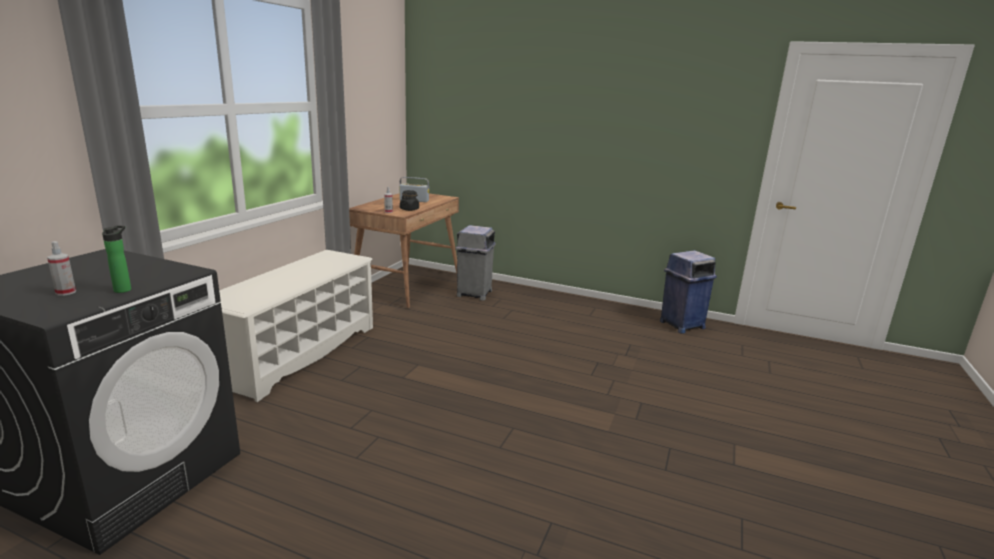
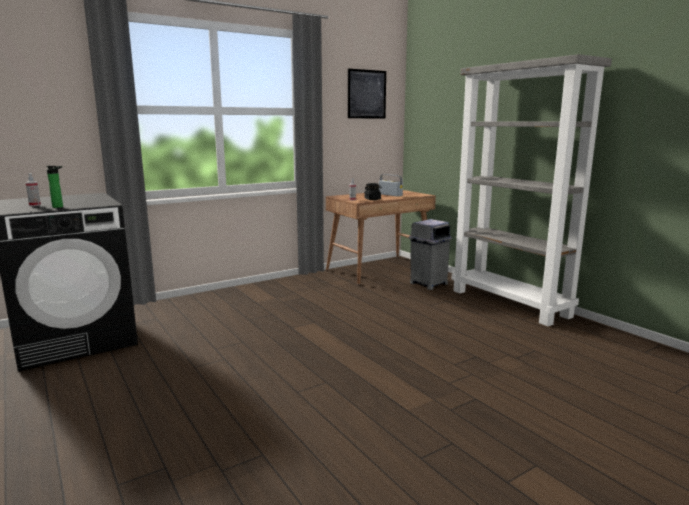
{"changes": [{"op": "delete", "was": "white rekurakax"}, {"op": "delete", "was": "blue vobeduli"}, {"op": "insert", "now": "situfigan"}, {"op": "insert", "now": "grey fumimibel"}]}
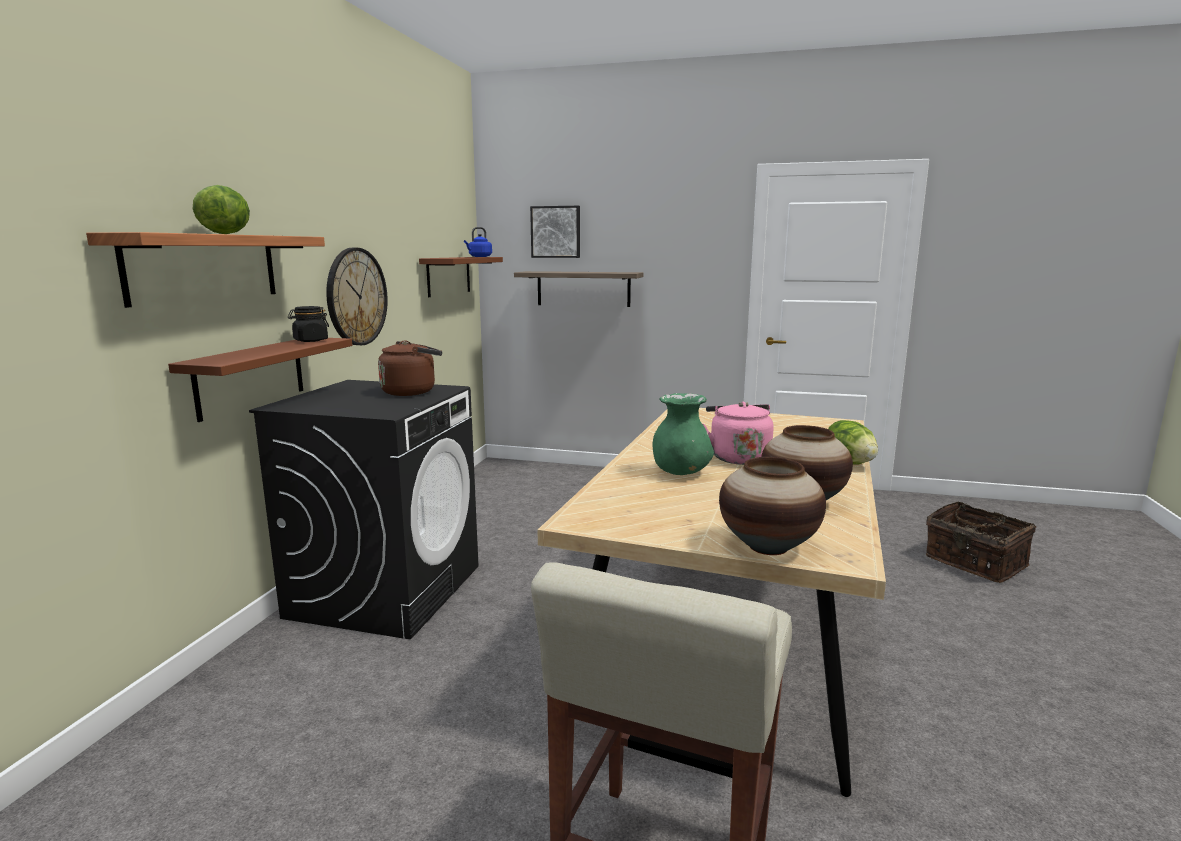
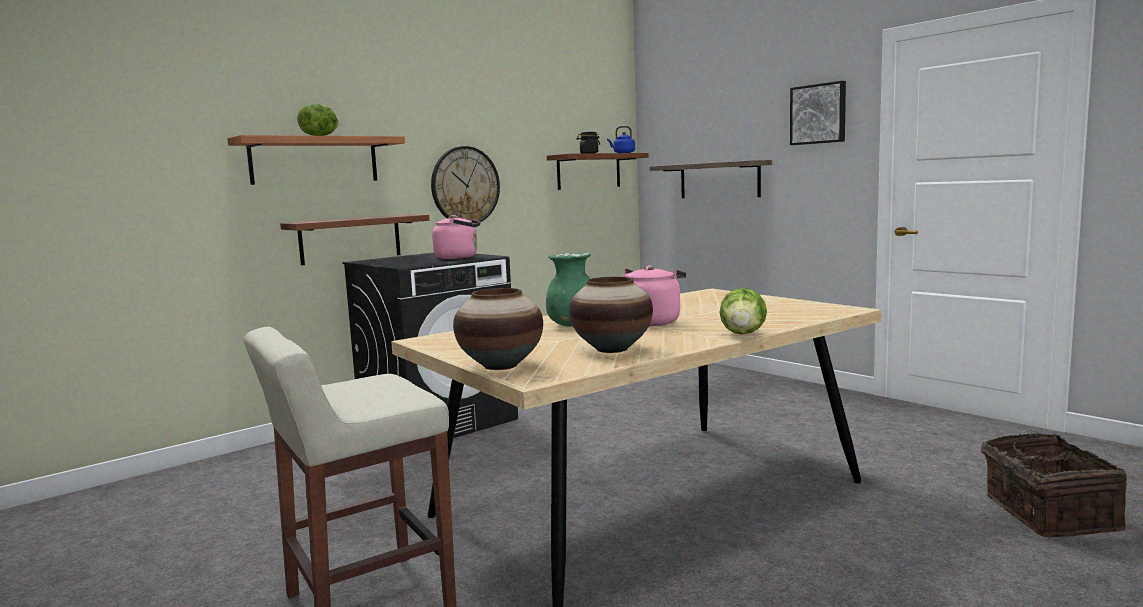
{"changes": [{"op": "move", "was": "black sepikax"}, {"op": "move", "was": "situfigan"}, {"op": "recolor", "was": "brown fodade", "now": "pink fodade (1st from left)"}]}
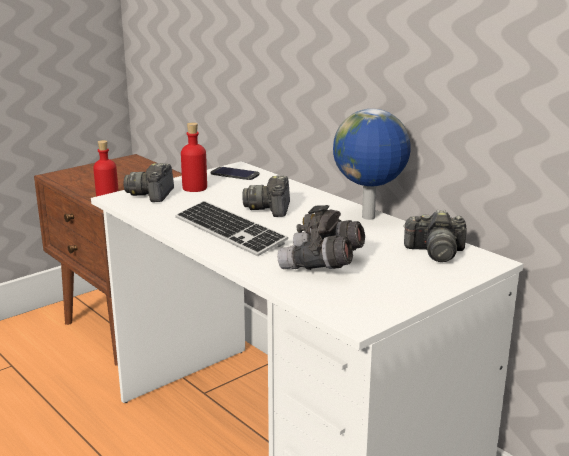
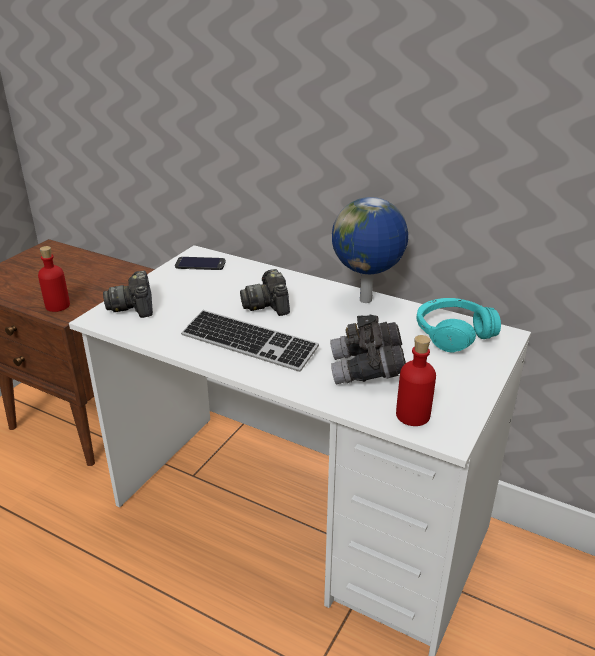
{"changes": [{"op": "move", "was": "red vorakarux (2nd from left)"}, {"op": "replace", "was": "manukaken (3rd from left)", "now": "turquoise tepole"}]}
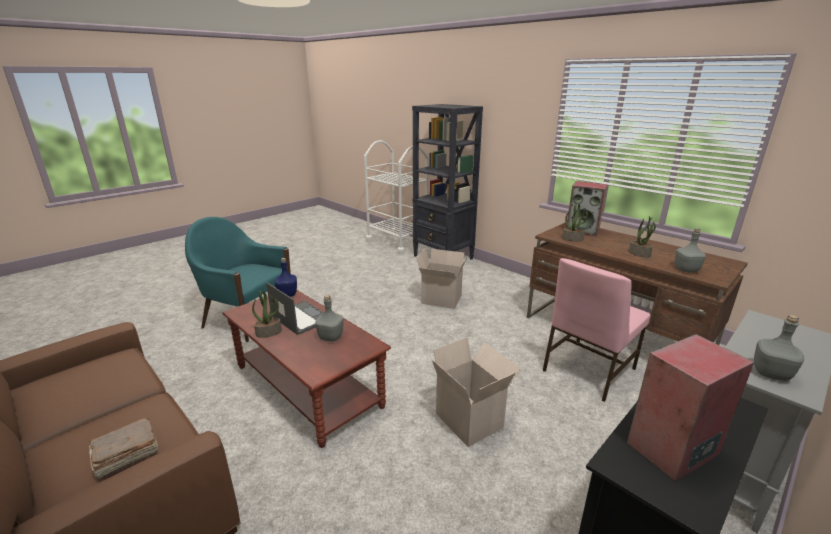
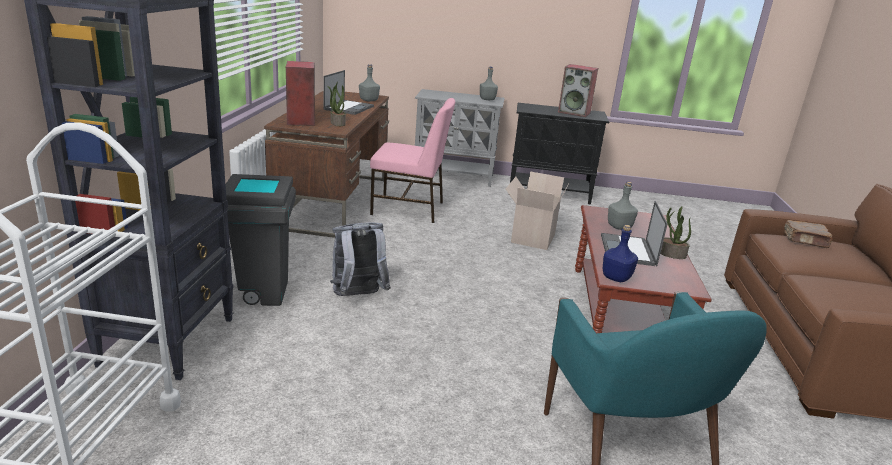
{"changes": [{"op": "insert", "now": "grey vobeduli"}, {"op": "replace", "was": "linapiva (1st from left)", "now": "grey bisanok"}, {"op": "replace", "was": "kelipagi (3rd from left)", "now": "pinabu (1st from left)"}]}
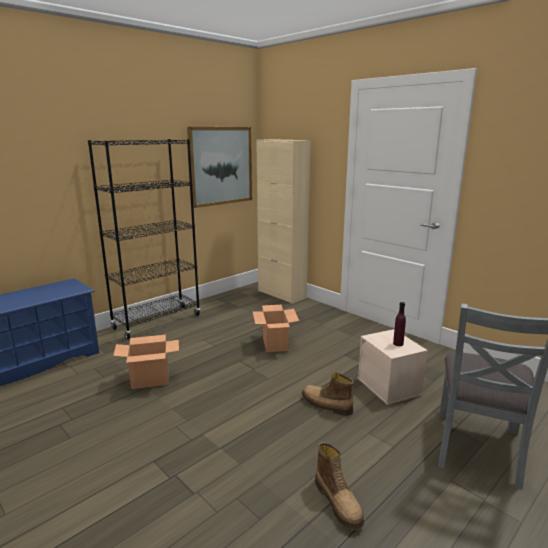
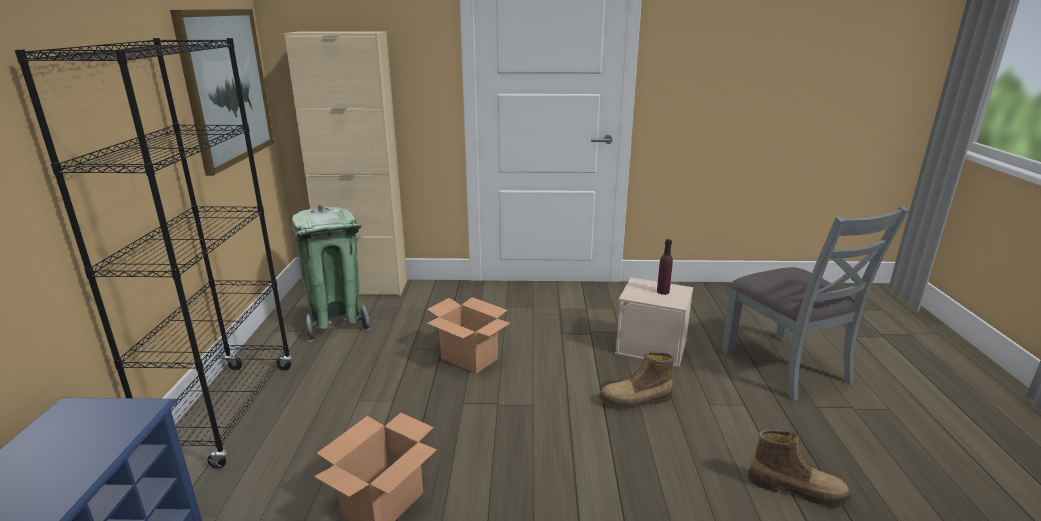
{"changes": [{"op": "insert", "now": "green vobeduli"}]}
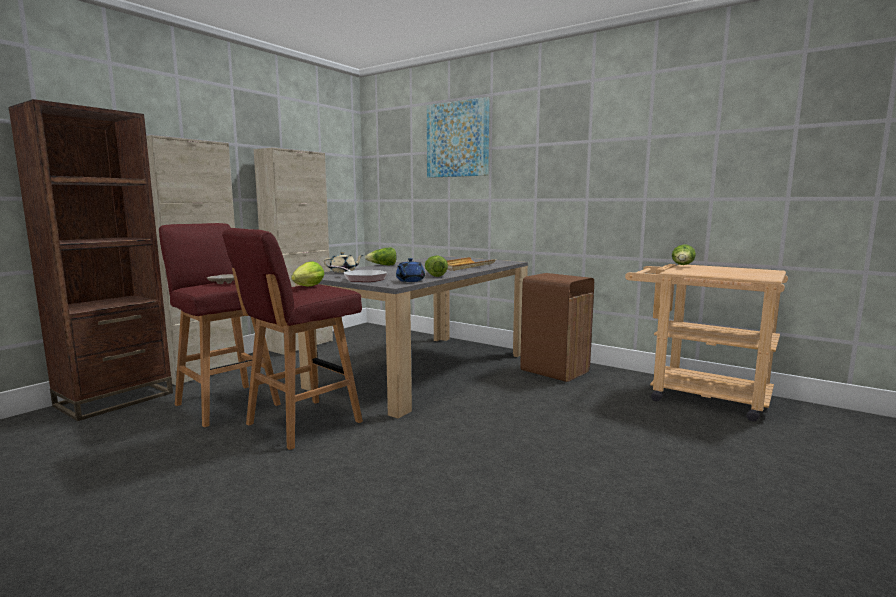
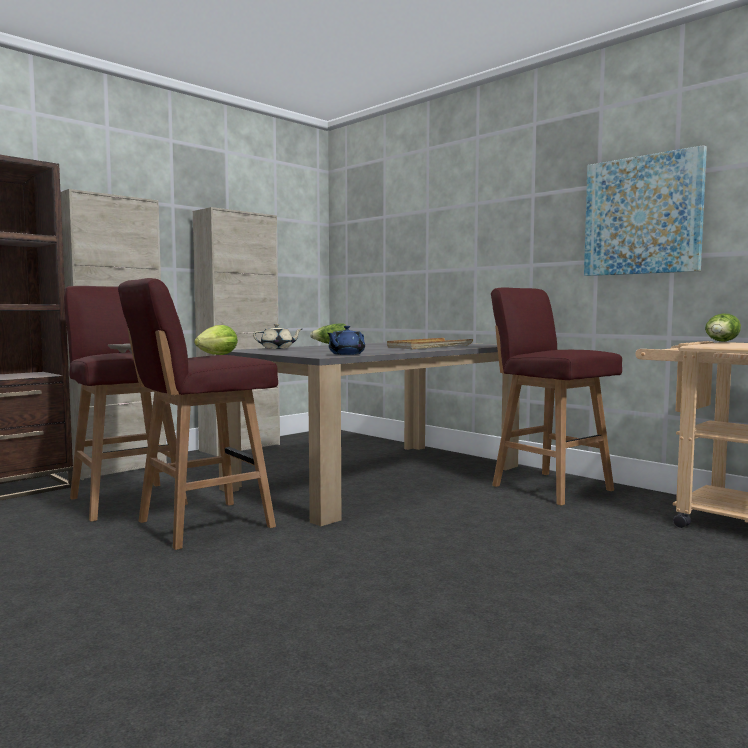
{"changes": [{"op": "delete", "was": "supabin"}, {"op": "delete", "was": "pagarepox (3rd from left)"}, {"op": "move", "was": "situfigan"}, {"op": "replace", "was": "brown vobeduli", "now": "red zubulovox (3rd from left)"}]}
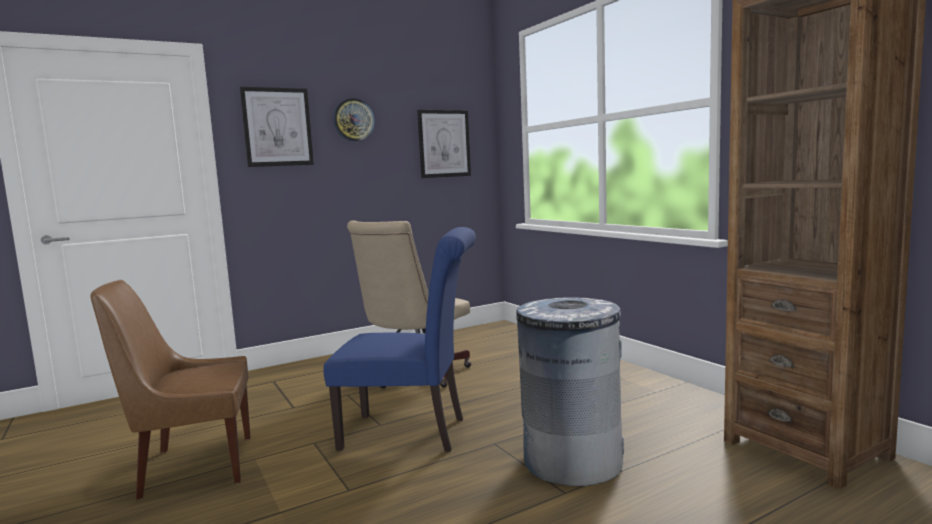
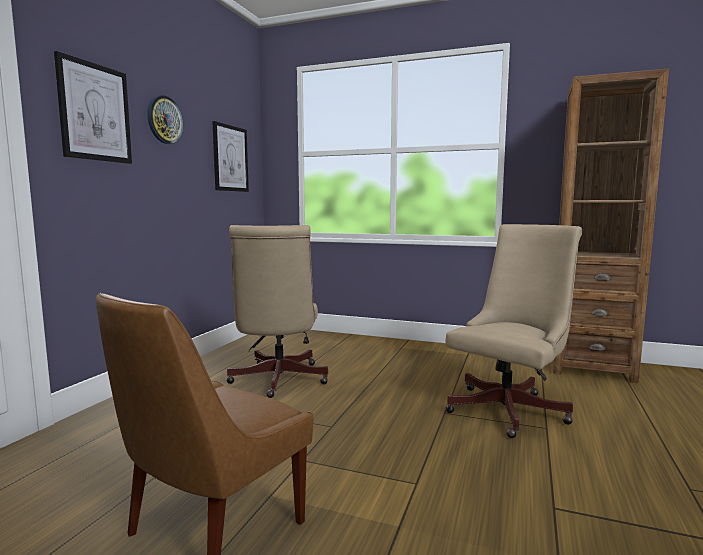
{"changes": [{"op": "delete", "was": "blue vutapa"}, {"op": "replace", "was": "grey vobeduli", "now": "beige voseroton (2nd from left)"}]}
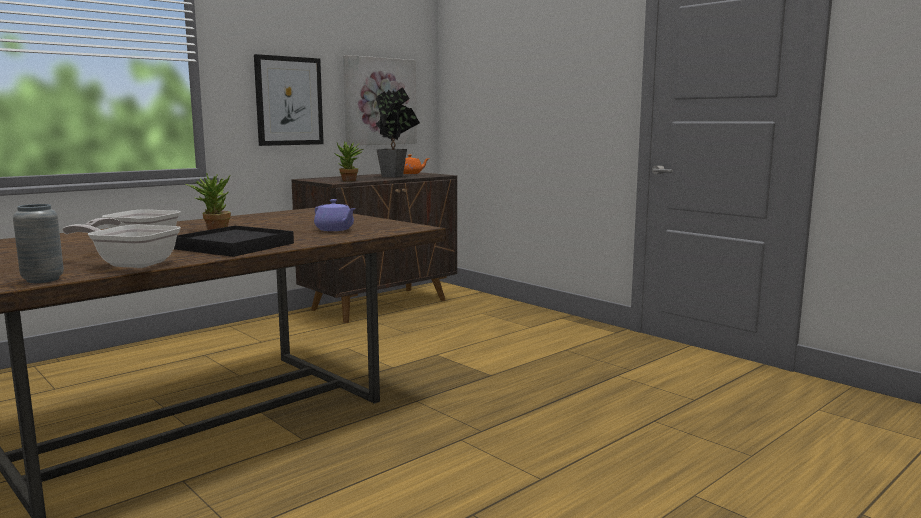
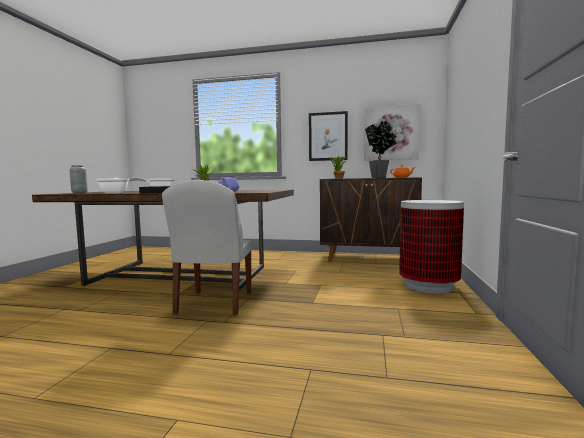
{"changes": [{"op": "insert", "now": "white vutapa"}, {"op": "insert", "now": "vobeduli"}]}
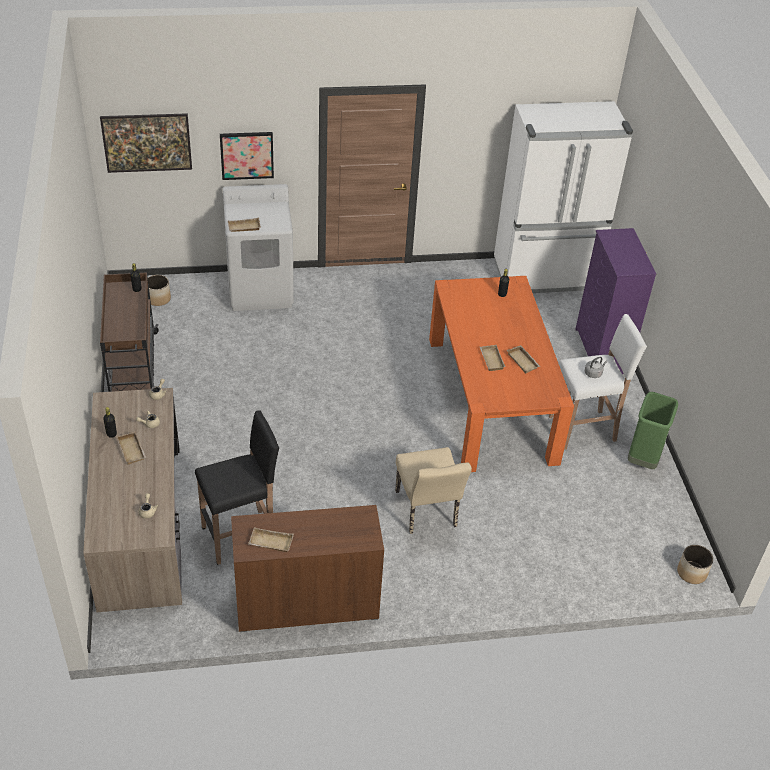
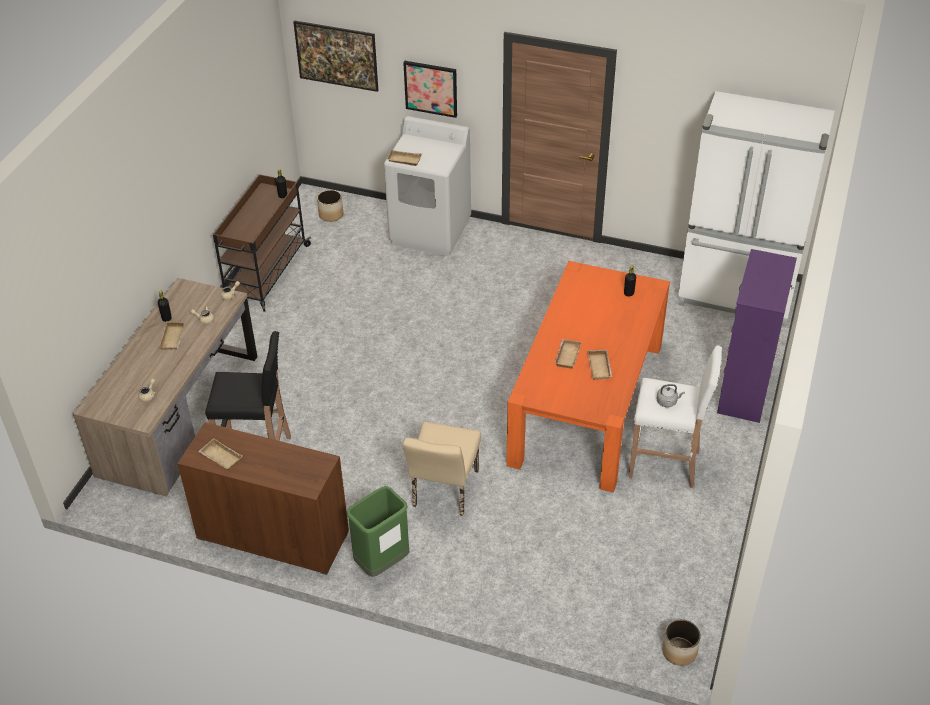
{"changes": [{"op": "move", "was": "green vobeduli"}]}
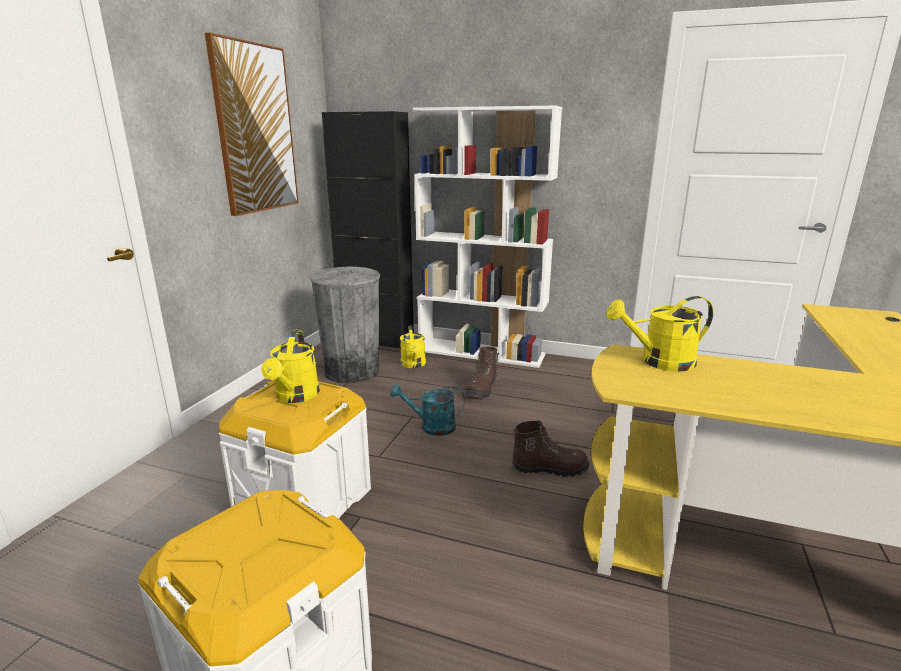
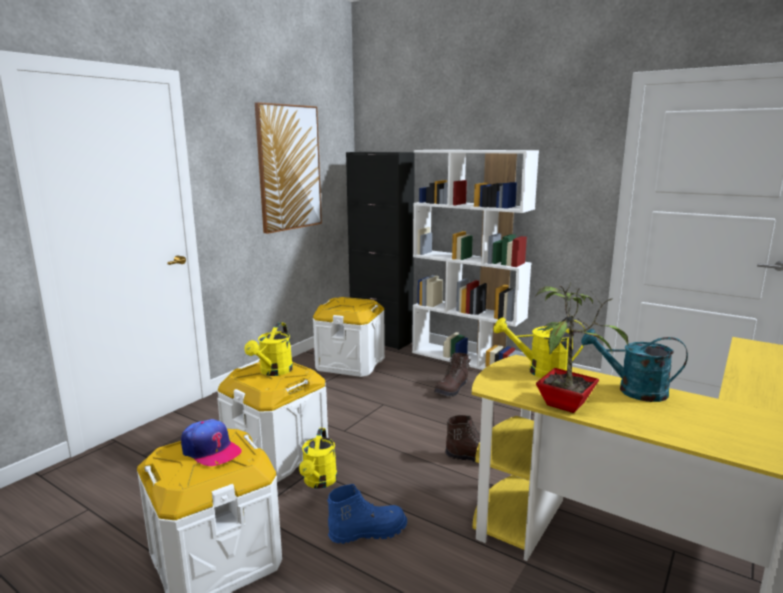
{"changes": [{"op": "insert", "now": "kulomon"}, {"op": "insert", "now": "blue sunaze"}, {"op": "insert", "now": "kelipagi"}, {"op": "move", "was": "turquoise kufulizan"}, {"op": "move", "was": "yellow kufulizan (2nd from left)"}, {"op": "replace", "was": "grey vobeduli", "now": "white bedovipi (3rd from left)"}]}
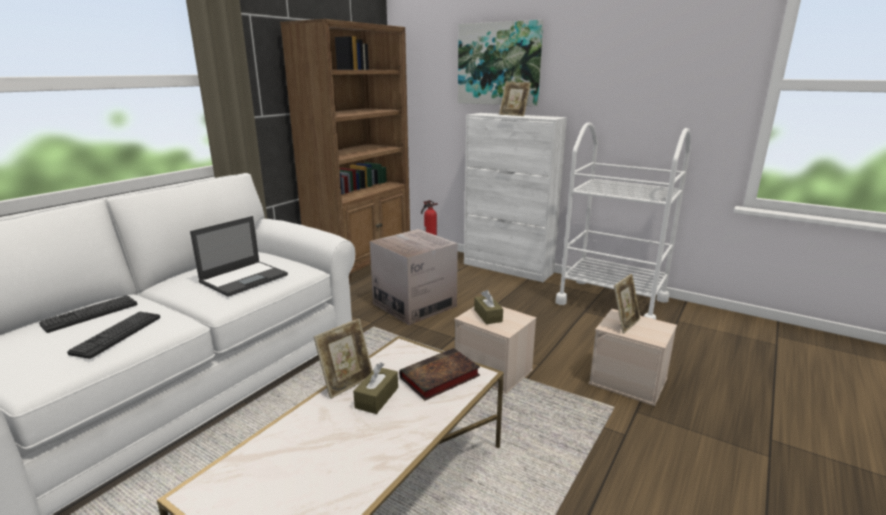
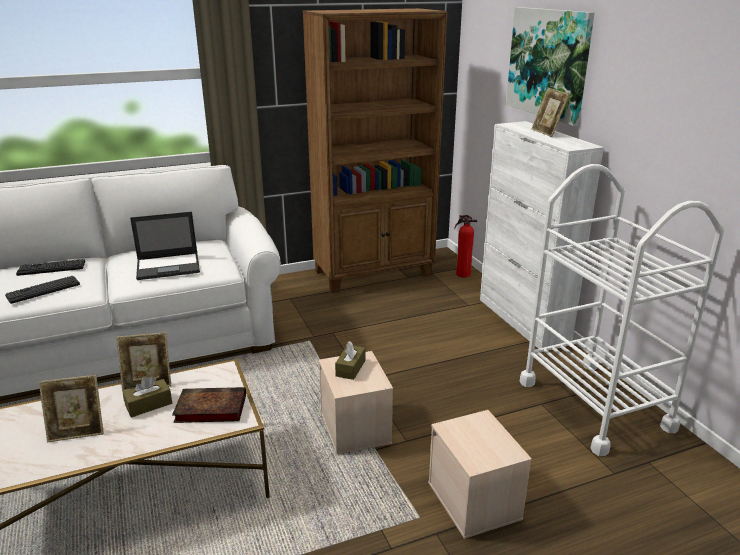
{"changes": [{"op": "delete", "was": "linapiva"}, {"op": "move", "was": "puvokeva (3rd from left in the first image)", "now": "puvokeva (1st from left)"}]}
